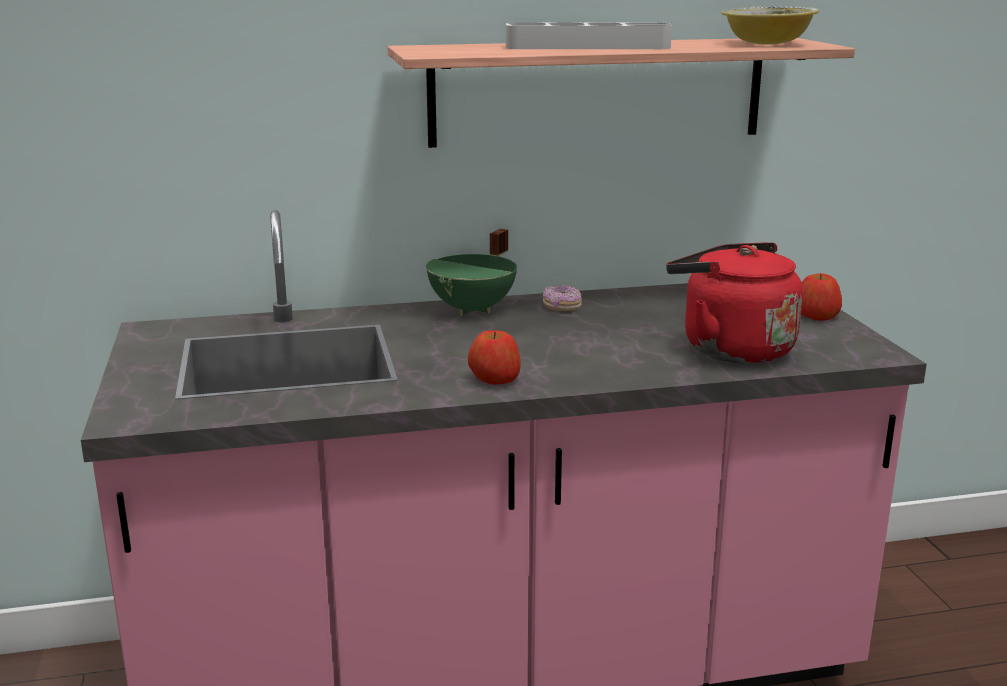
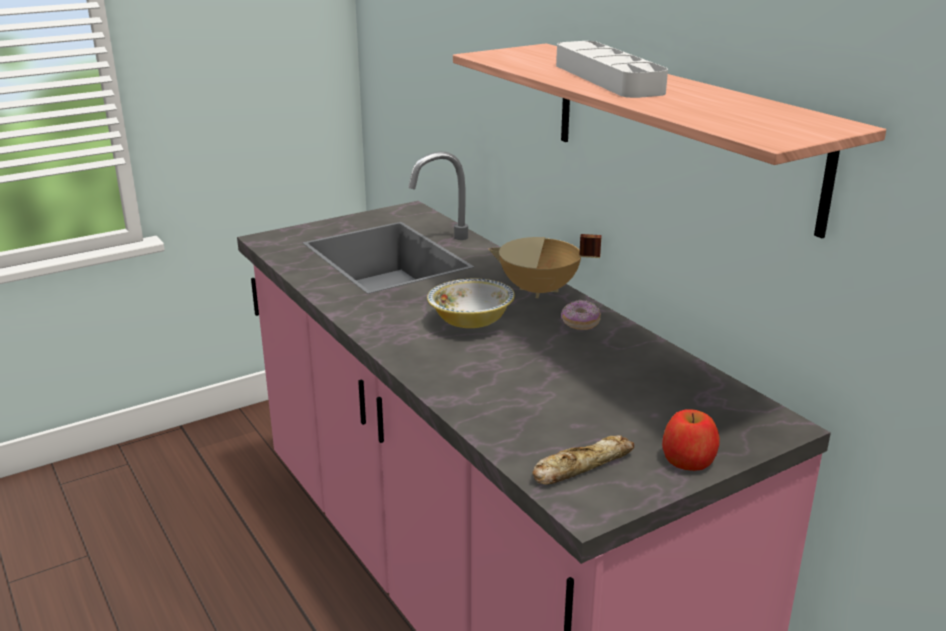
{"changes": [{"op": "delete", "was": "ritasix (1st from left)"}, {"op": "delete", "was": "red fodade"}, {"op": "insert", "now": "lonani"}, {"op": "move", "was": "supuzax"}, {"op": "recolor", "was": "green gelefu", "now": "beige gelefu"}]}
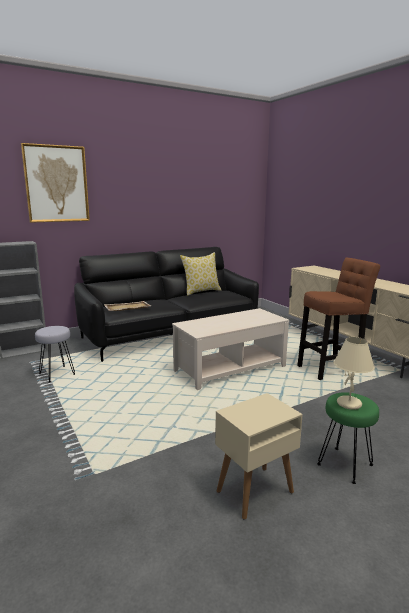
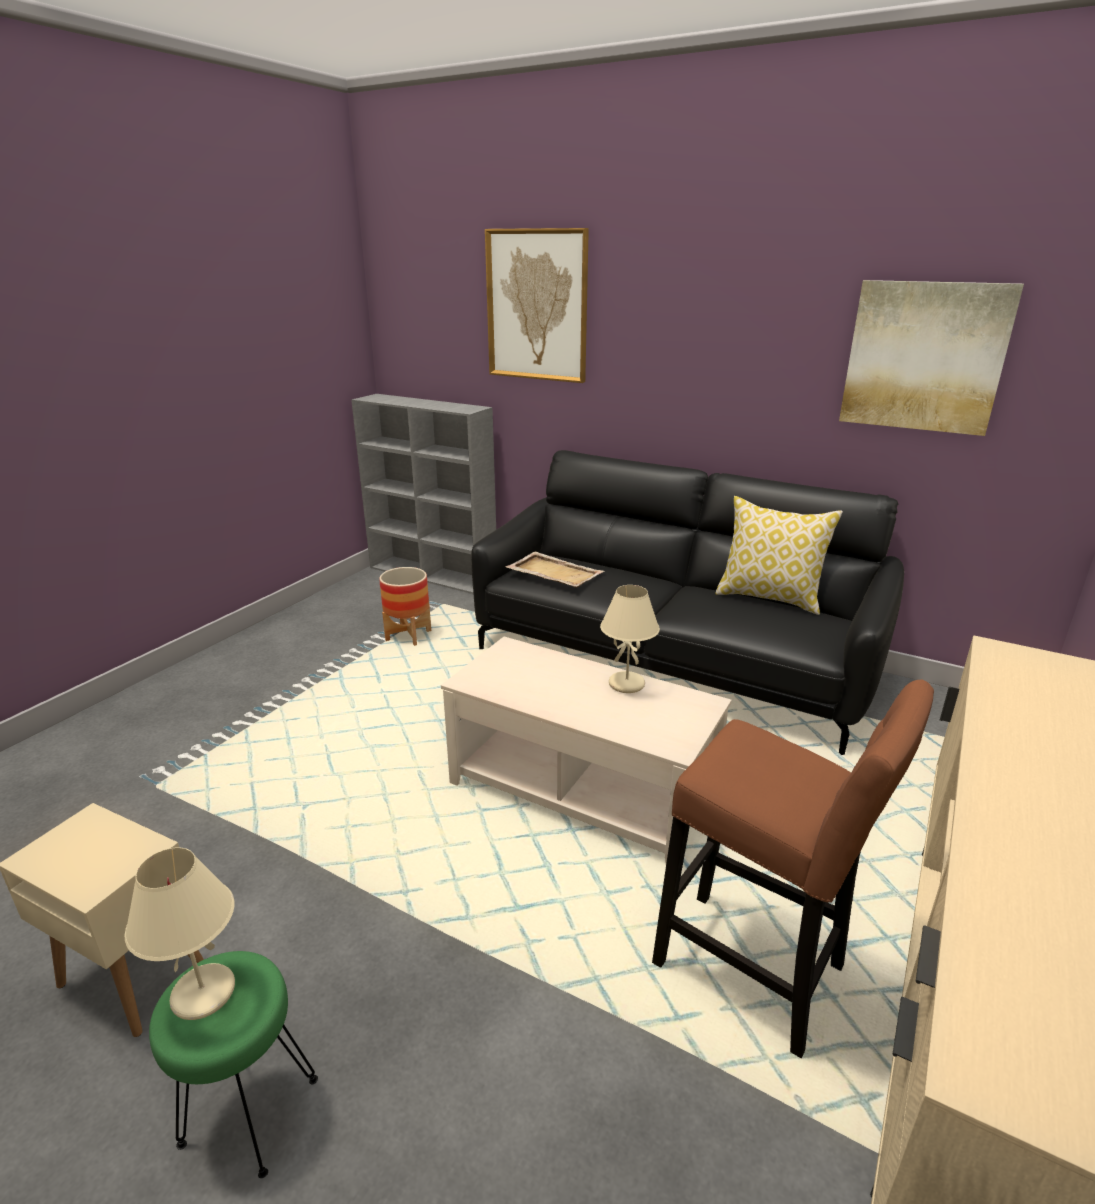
{"changes": [{"op": "insert", "now": "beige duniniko (2nd from left)"}, {"op": "insert", "now": "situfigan (2nd from left)"}, {"op": "replace", "was": "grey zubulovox", "now": "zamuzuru"}]}
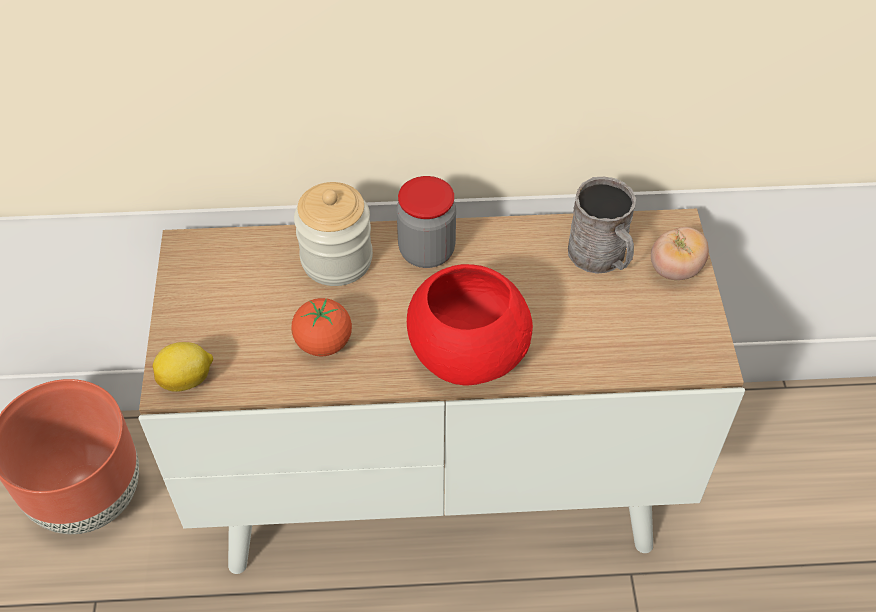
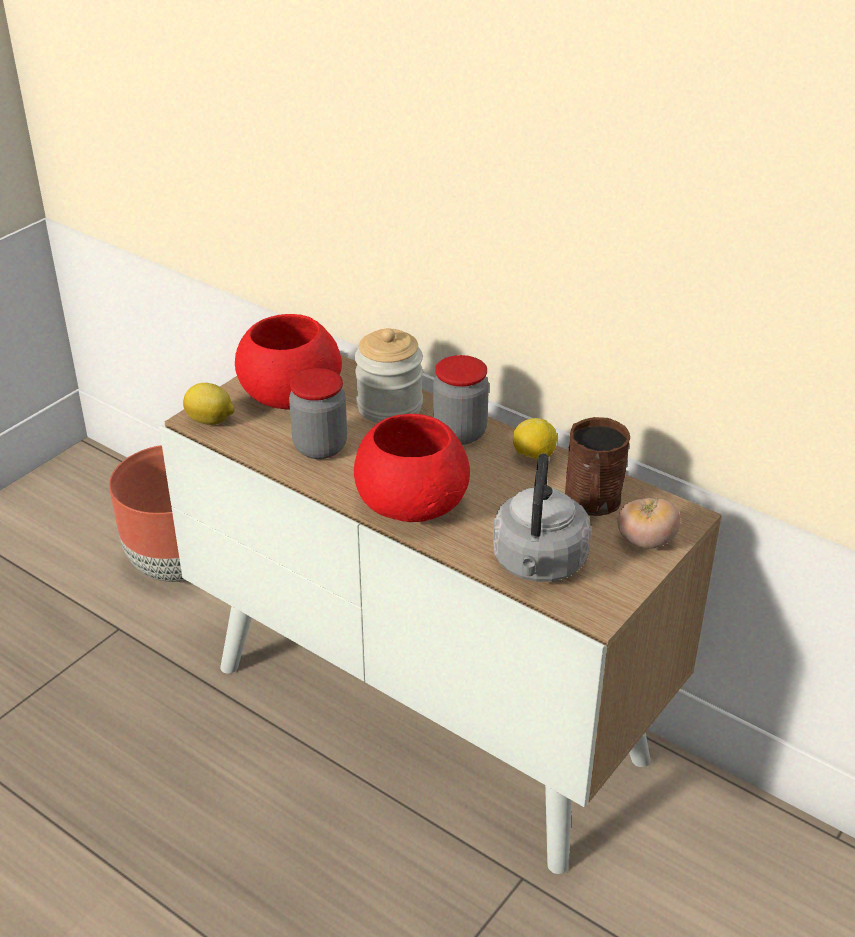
{"changes": [{"op": "insert", "now": "red supuzax (1st from left)"}, {"op": "insert", "now": "grey fodade"}, {"op": "insert", "now": "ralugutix (2nd from left)"}, {"op": "replace", "was": "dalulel (1st from left)", "now": "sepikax (1st from left)"}, {"op": "recolor", "was": "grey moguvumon", "now": "brown moguvumon"}]}
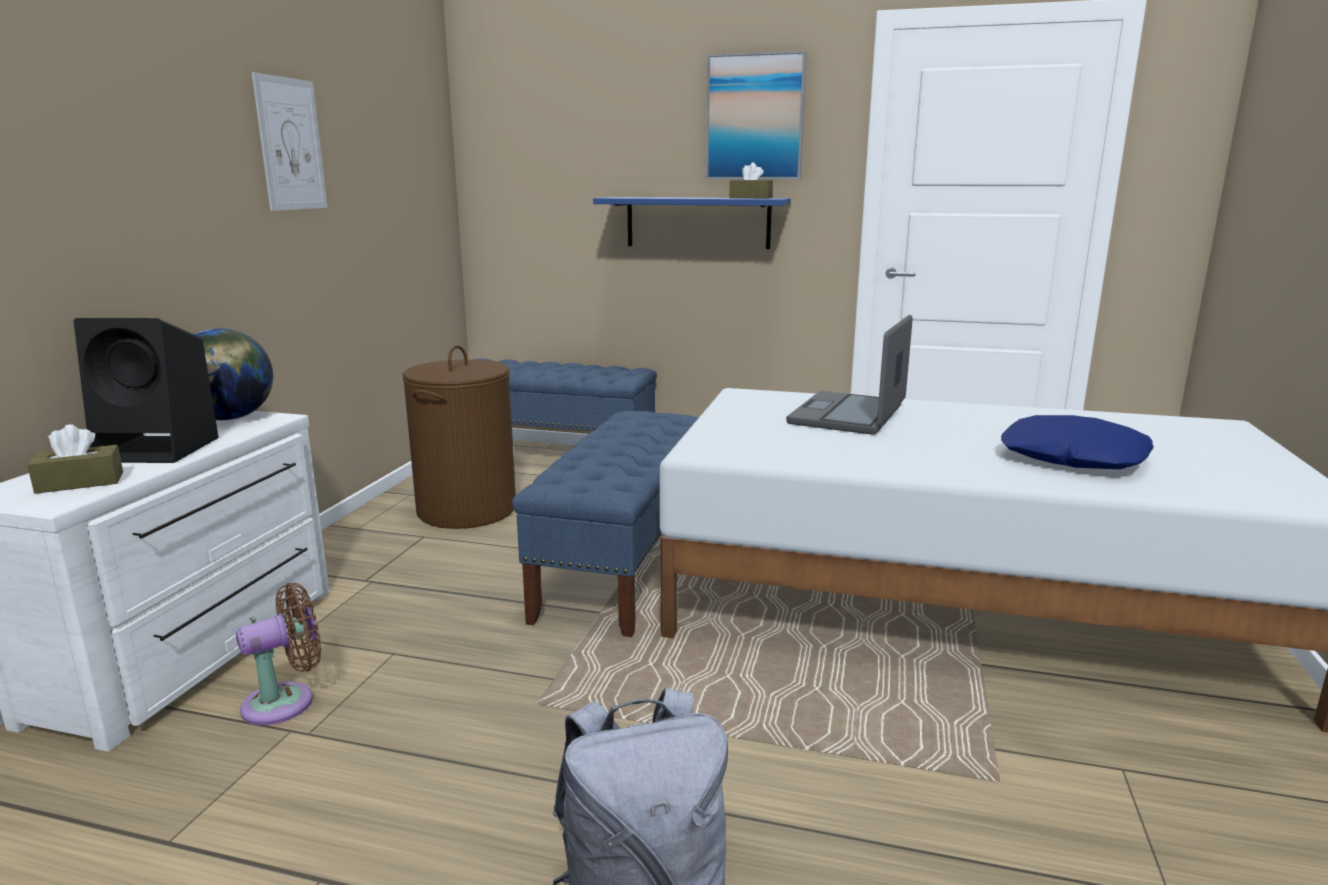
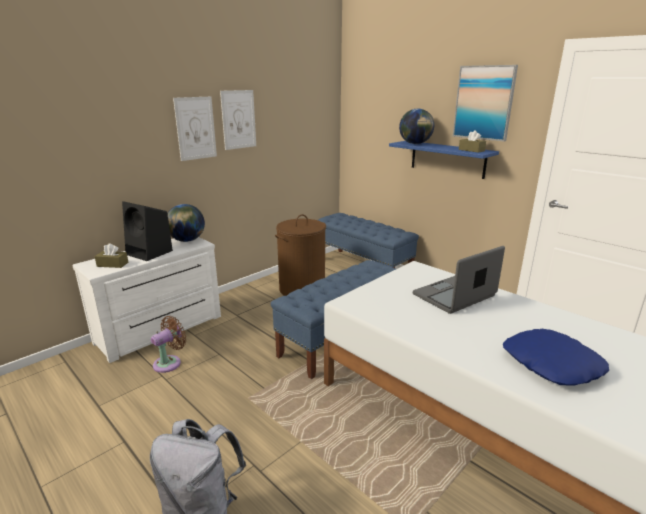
{"changes": [{"op": "insert", "now": "situfigan (1st from left)"}, {"op": "insert", "now": "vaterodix (2nd from left)"}, {"op": "rotate", "was": "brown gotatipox", "clockwise": -45}]}
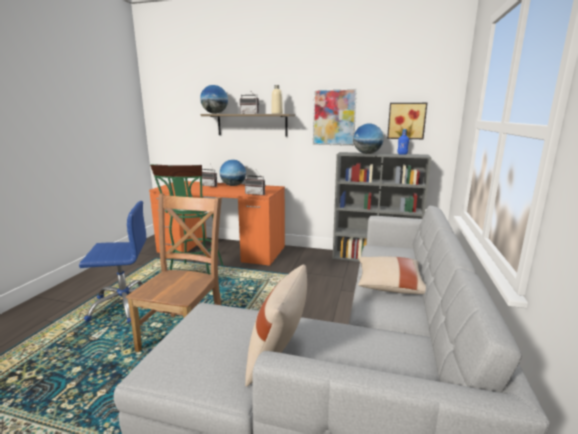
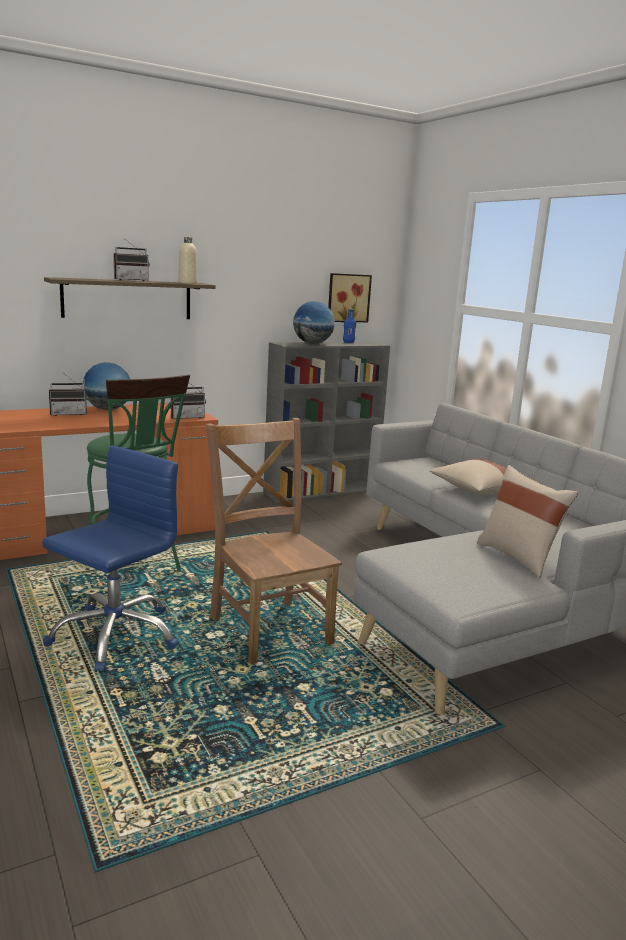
{"changes": [{"op": "delete", "was": "vaterodix (1st from left)"}, {"op": "delete", "was": "situfigan (1st from left)"}]}
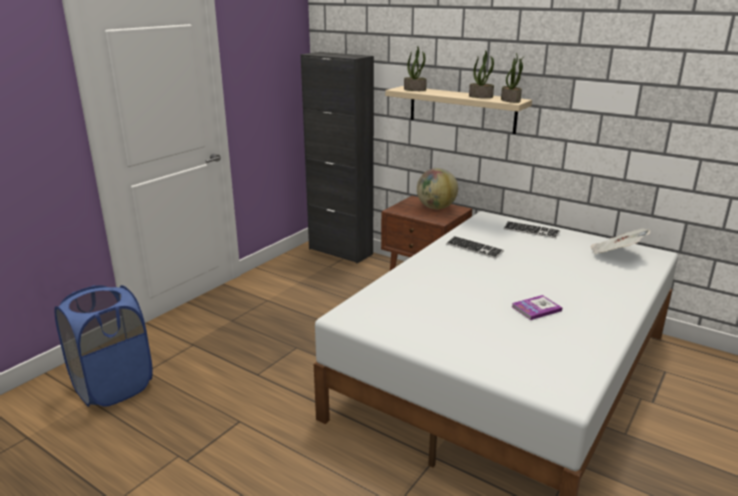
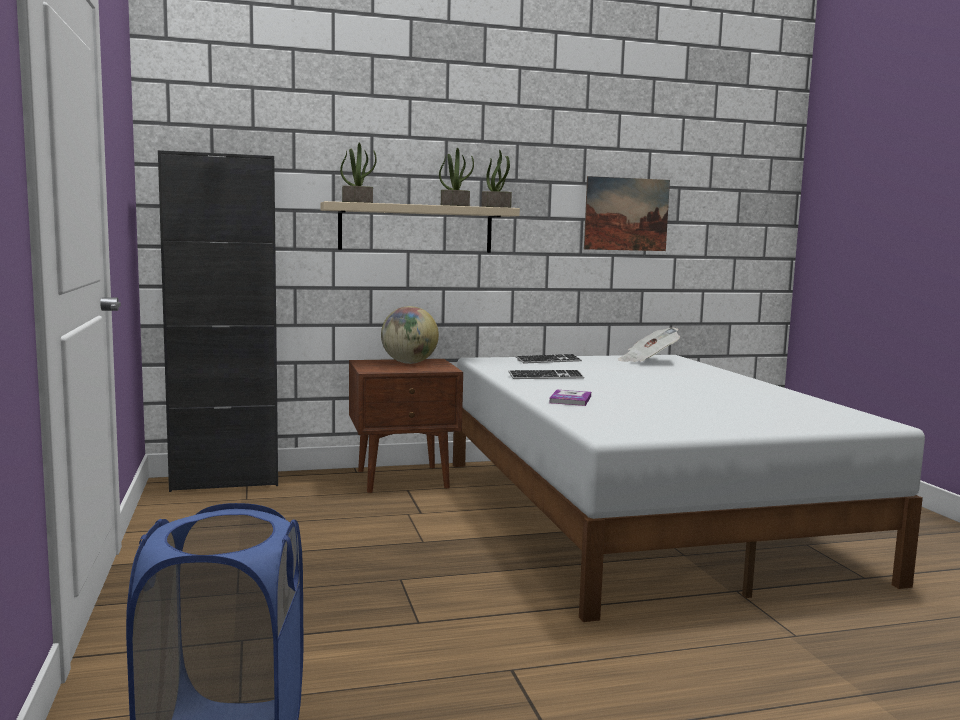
{"changes": [{"op": "insert", "now": "situfigan"}, {"op": "move", "was": "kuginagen"}]}
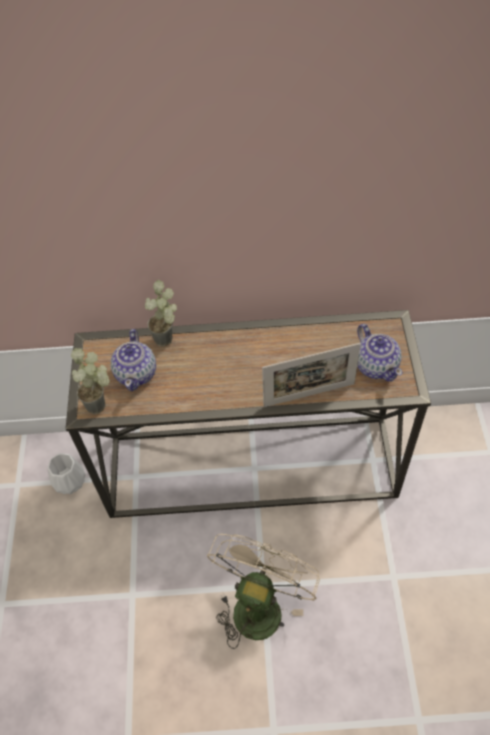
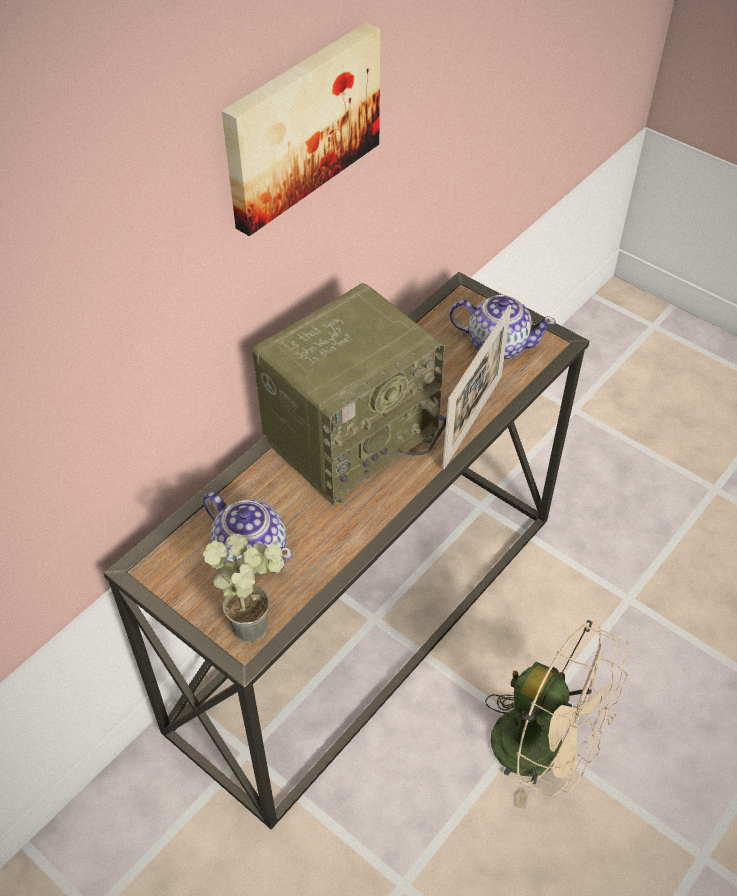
{"changes": [{"op": "delete", "was": "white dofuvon"}, {"op": "delete", "was": "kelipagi (2nd from left)"}, {"op": "insert", "now": "situfigan"}, {"op": "insert", "now": "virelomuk"}, {"op": "rotate", "was": "beige gotatipox", "clockwise": 150}]}
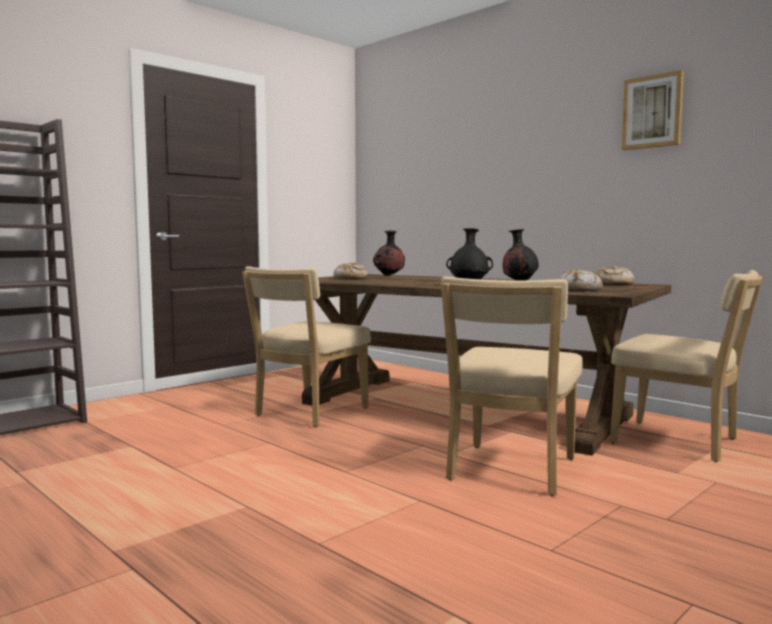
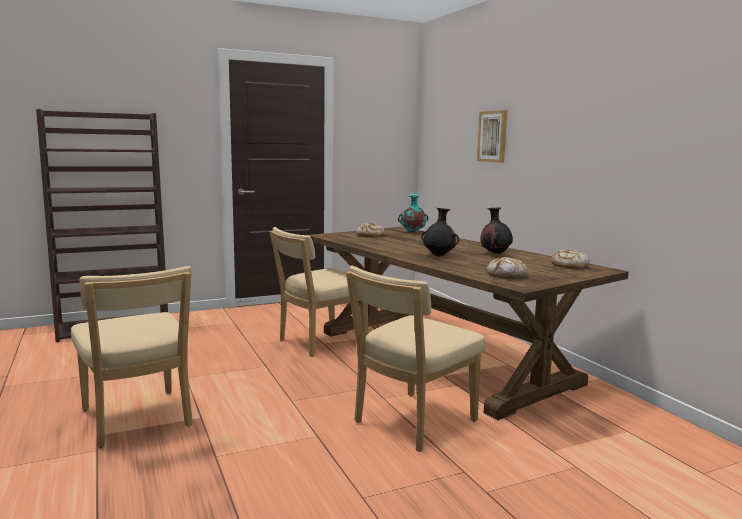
{"changes": [{"op": "move", "was": "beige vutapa (3rd from left in the first image)", "now": "beige vutapa (1st from left)"}, {"op": "move", "was": "situfigan"}, {"op": "recolor", "was": "black dofuvon (1st from left)", "now": "turquoise dofuvon"}]}
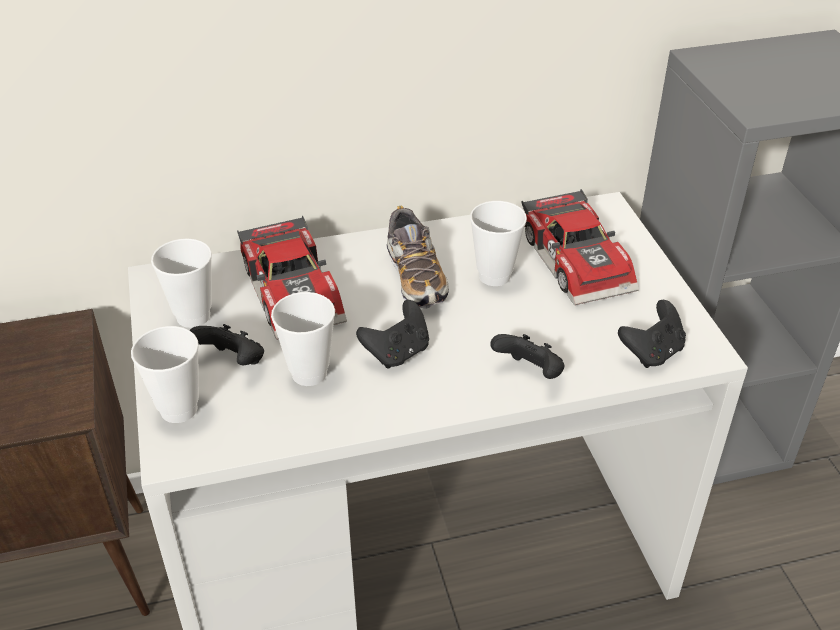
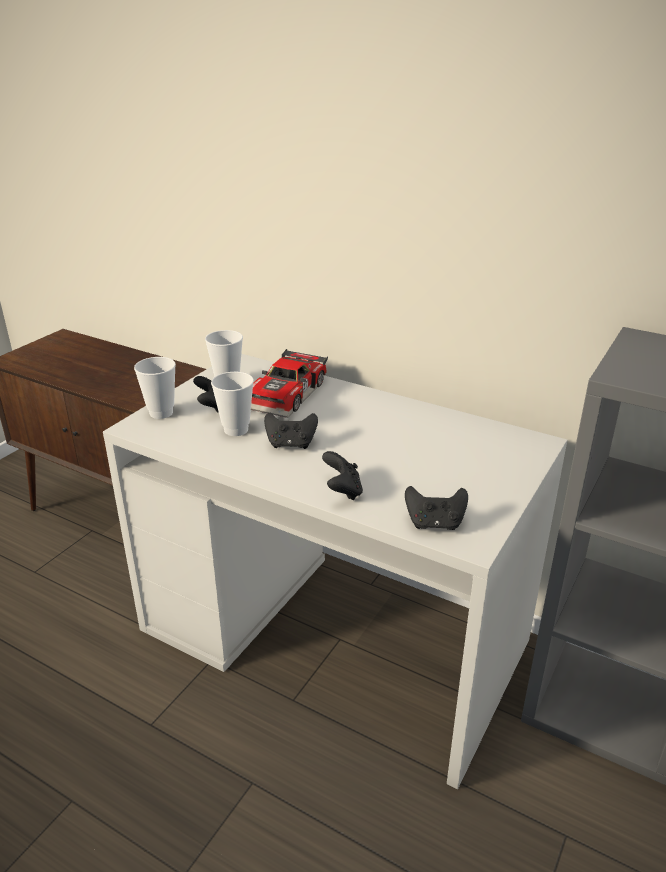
{"changes": [{"op": "delete", "was": "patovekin"}, {"op": "delete", "was": "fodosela (4th from left)"}, {"op": "delete", "was": "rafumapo (2nd from left)"}]}
